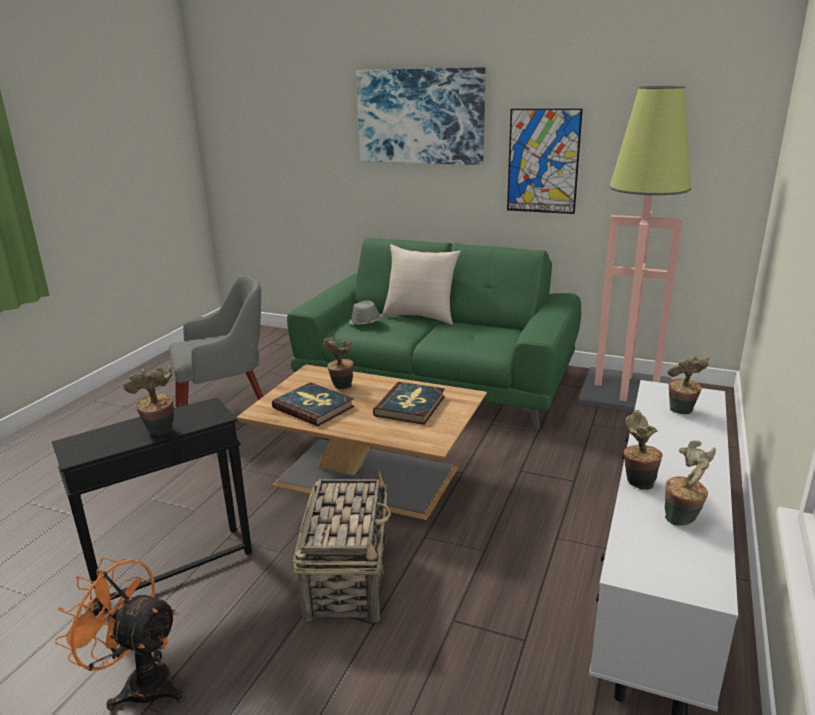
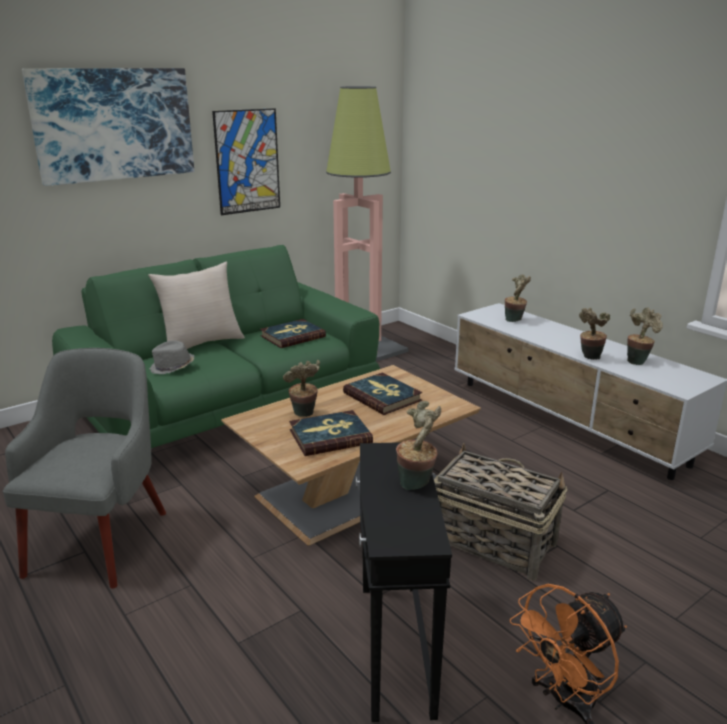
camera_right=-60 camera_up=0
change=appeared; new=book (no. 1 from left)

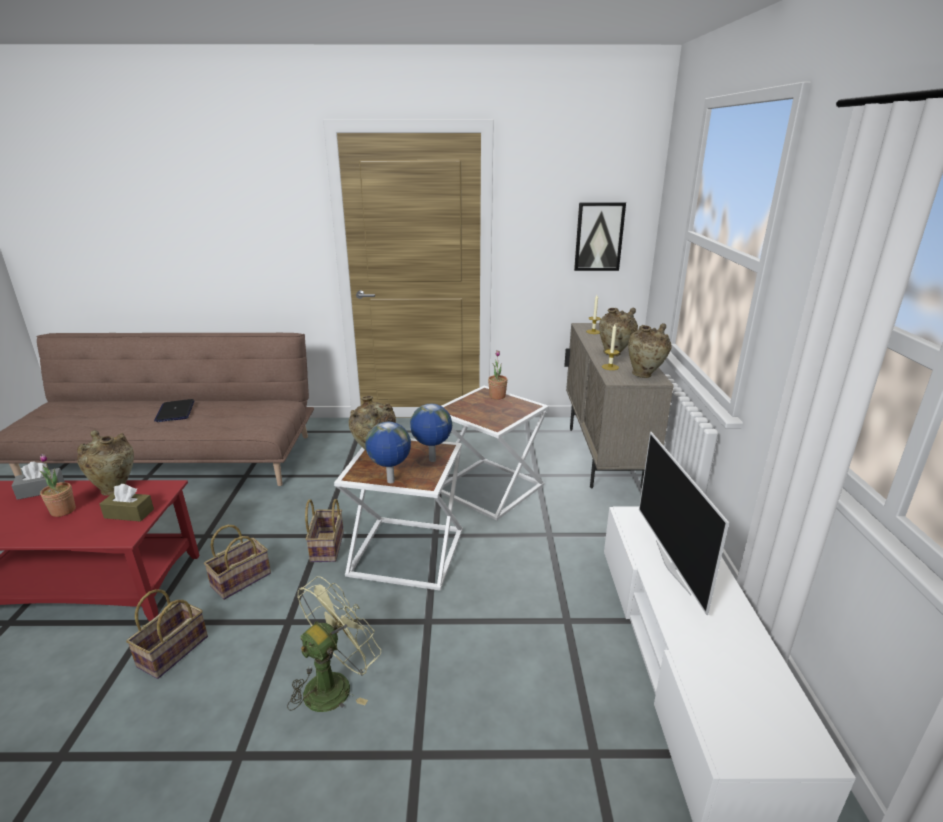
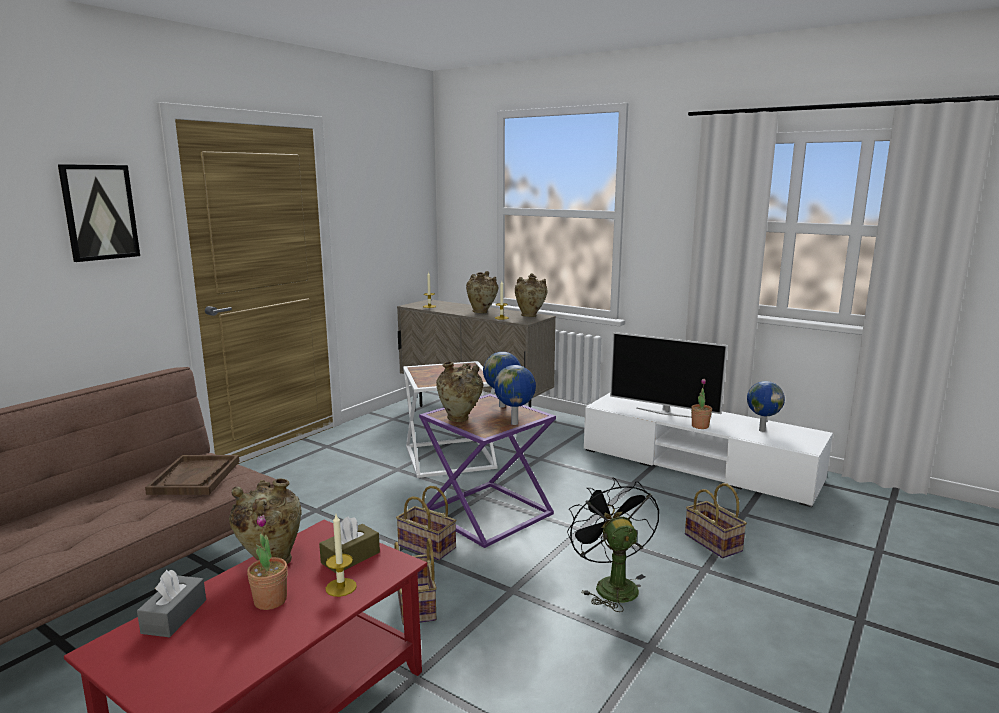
camera_right=-55 camera_up=-10
change=relocated; old=picture
change=appeared; new=brown tray
change=appeared; new=candle (no. 1 from left)
change=colour; old=white side table (no. 1 from left); new=purple side table
change=colour; old=green fan; new=black fan
change=relocated; old=basket (no. 1 from left in the first image); new=basket (no. 3 from left)
change=relocated; old=potted plant (no. 2 from left)
change=appeared; new=globe (no. 3 from left)
change=missing; old=laptop

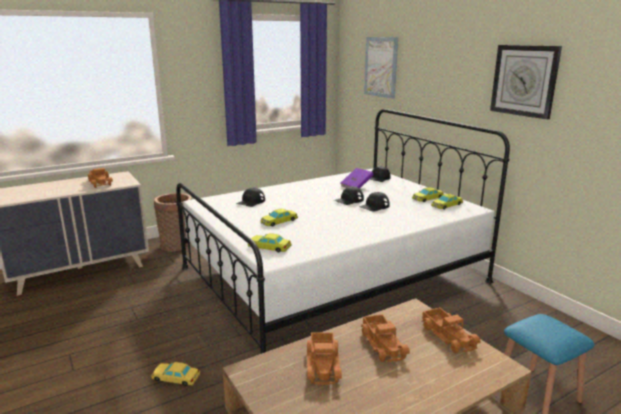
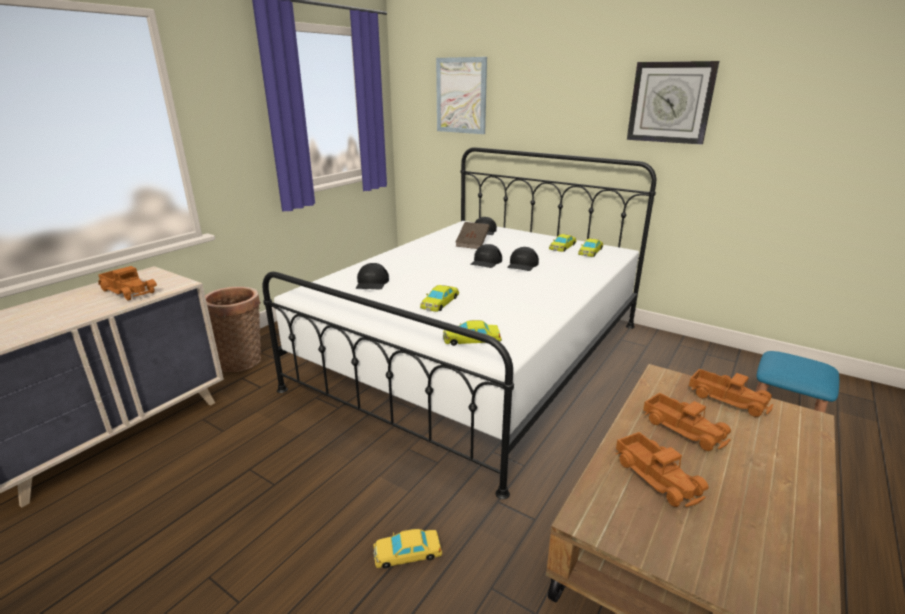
camera_right=-25 camera_up=5
change=colour; old=purple book; new=brown book

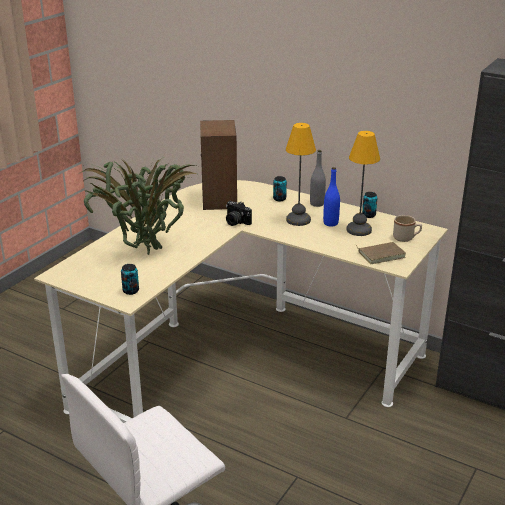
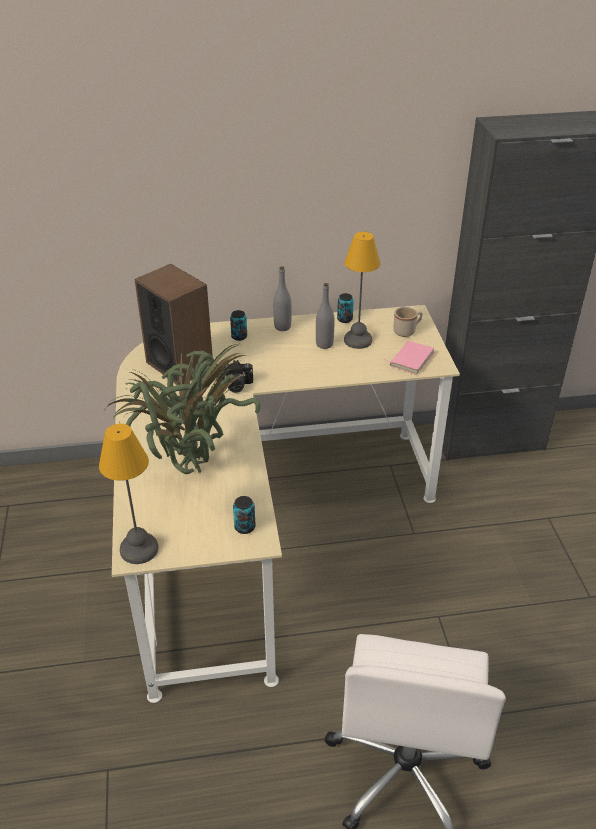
camera_right=-40 camera_up=10
change=relocated; old=table lamp (no. 1 from left)
change=colour; old=blue bottle; new=grey bottle (no. 2 from left)
change=colour; old=brown book; new=pink book

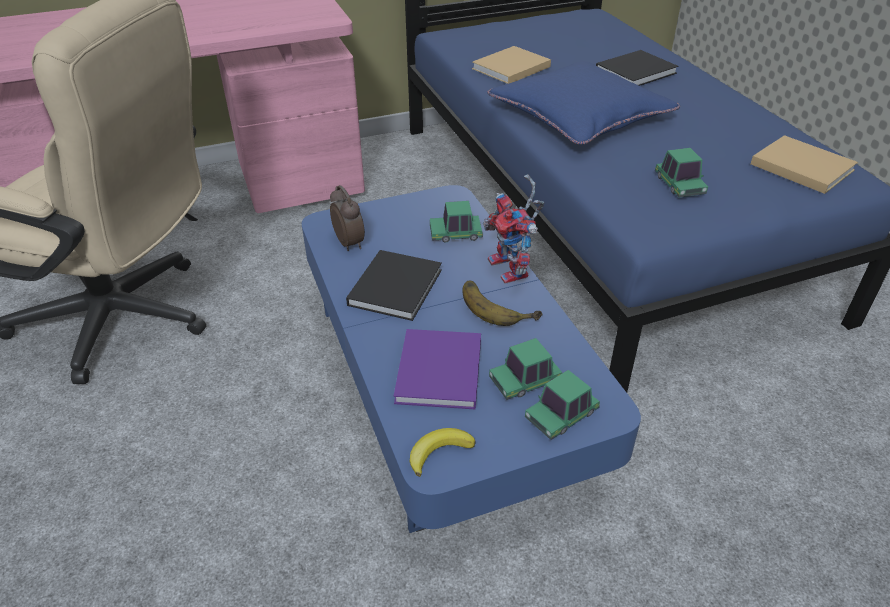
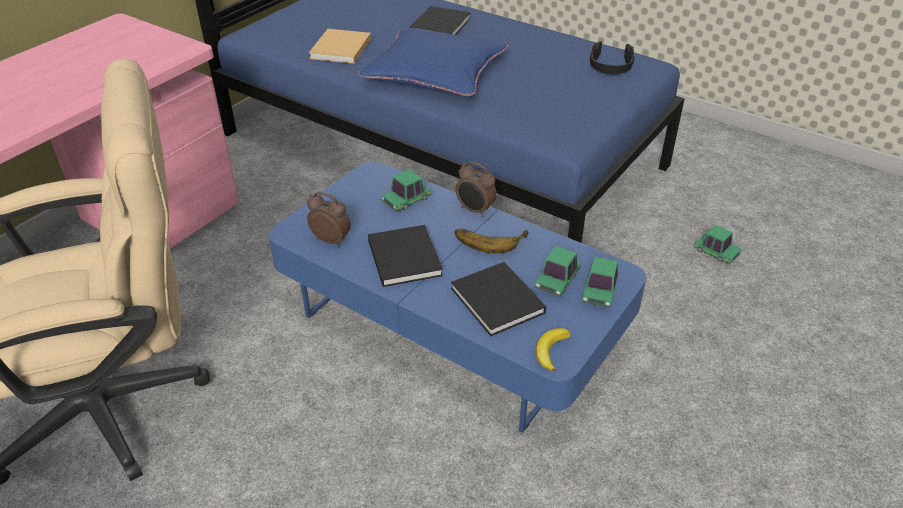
camera_right=-35 camera_up=0
change=colour; old=purple book; new=black book (no. 3 from left)
change=exchanged; old=toy robot; new=alarm clock (no. 2 from left)
change=exchanged; old=beige book (no. 2 from left); new=black headphones
change=relocated; old=toy car (no. 4 from left)

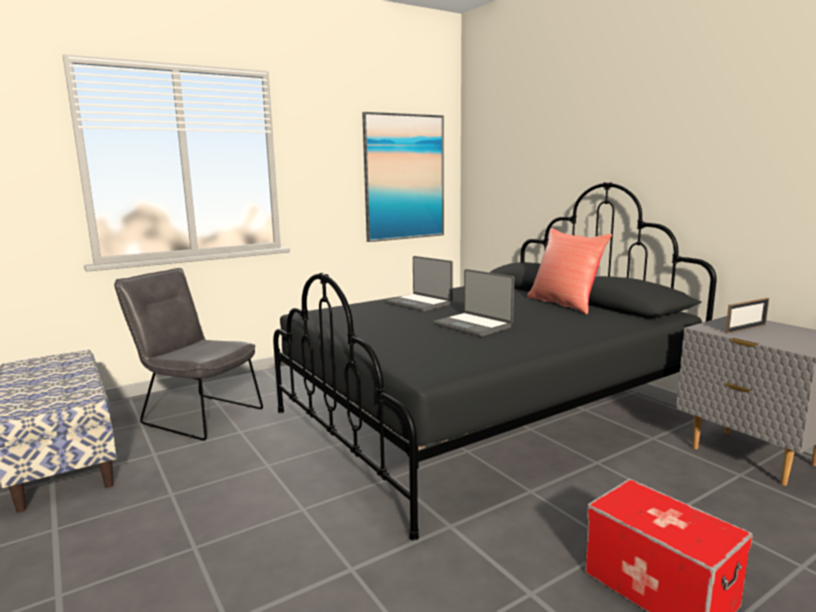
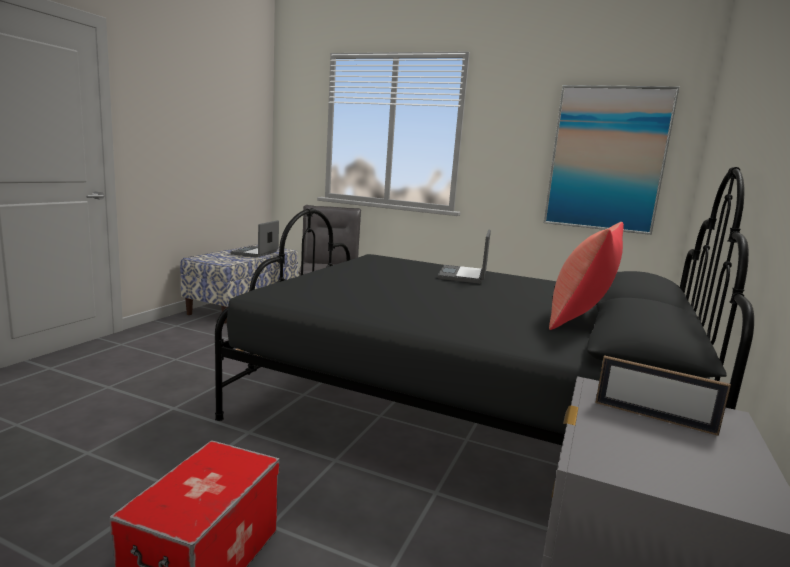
camera_right=55 camera_up=0
change=relocated; old=laptop (no. 2 from left in the first image); new=laptop (no. 1 from left)

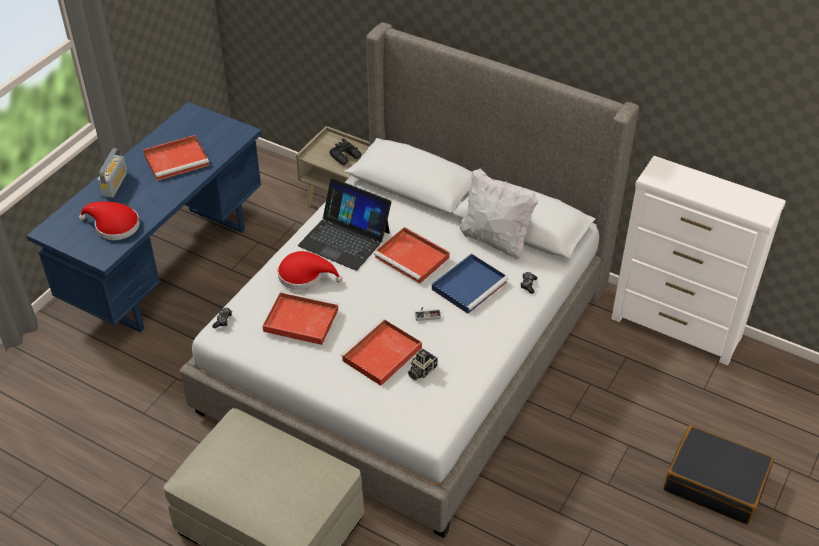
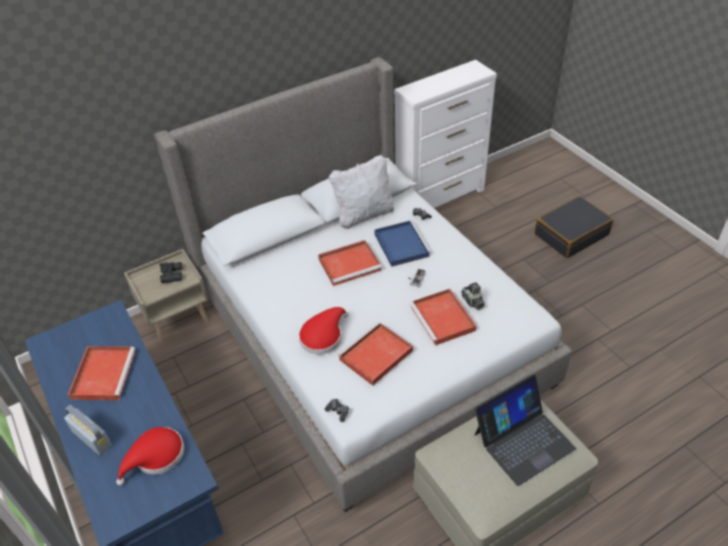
camera_right=-60 camera_up=0
change=relocated; old=laptop

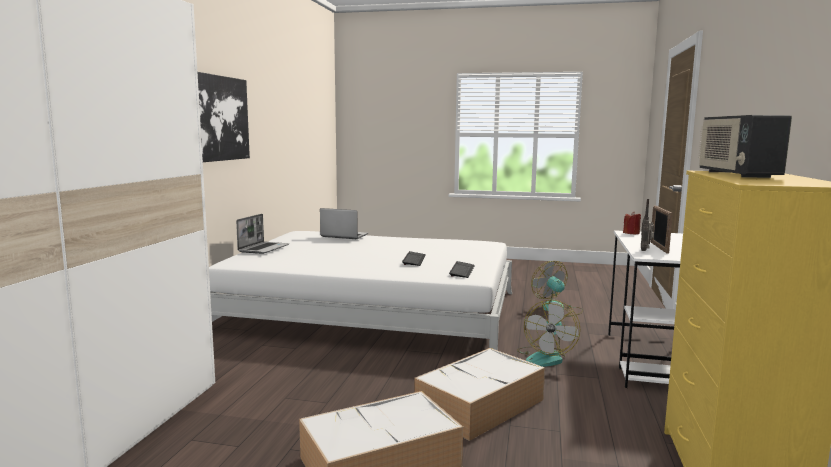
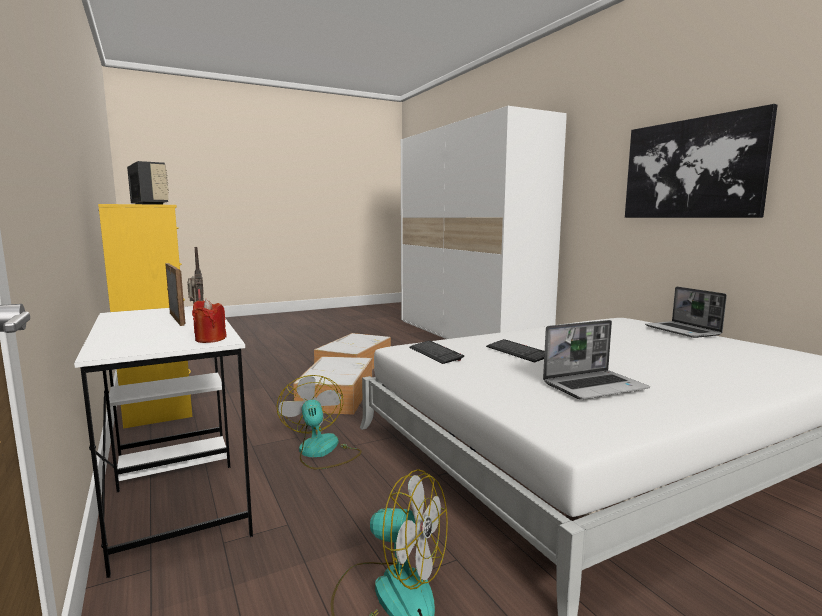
camera_right=140 camera_up=0
change=relocated; old=laptop (no. 2 from left in the first image); new=laptop (no. 1 from left)

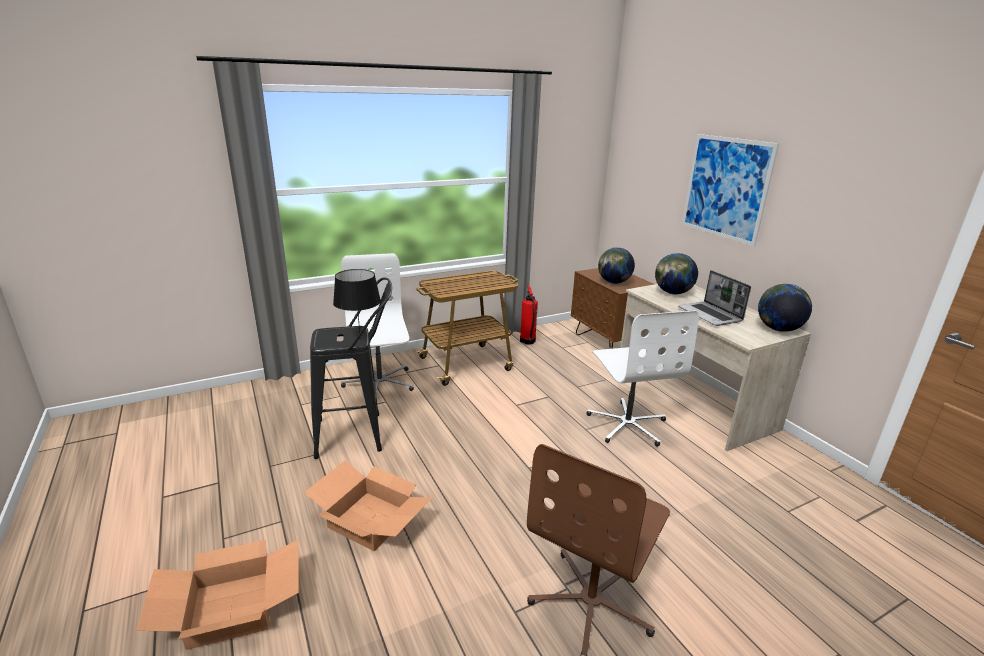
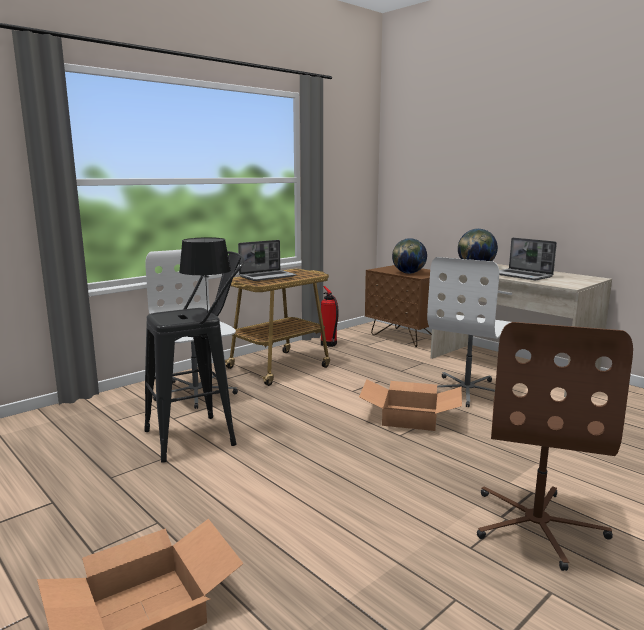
camera_right=-15 camera_up=-10
change=appeared; new=laptop (no. 1 from left)
change=relocated; old=cardboard box (no. 2 from left)
change=spun; old=white office chair (no. 2 from left); degrees=60
change=missing; old=picture
change=missing; old=globe (no. 3 from left)

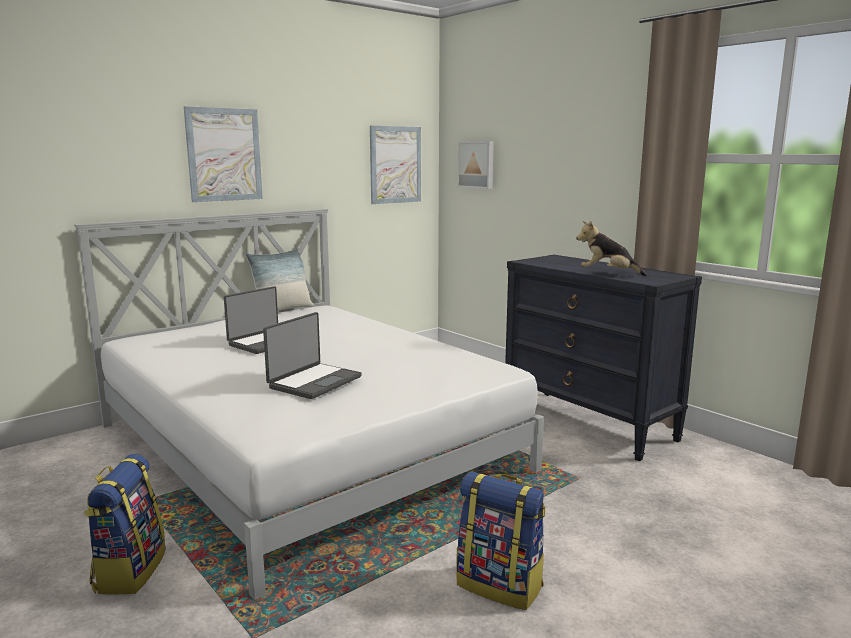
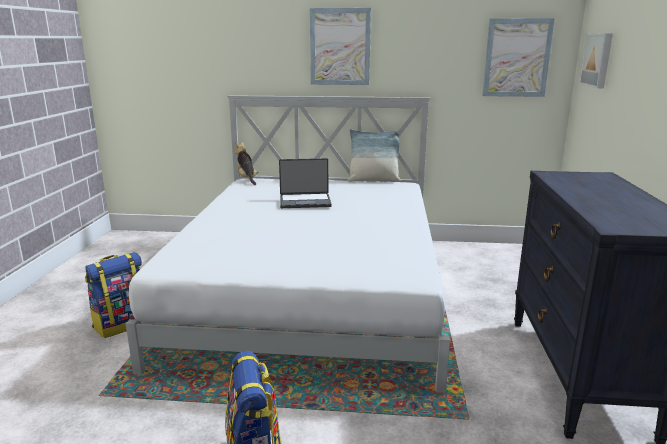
camera_right=45 camera_up=5
change=relocated; old=plush toy
change=missing; old=laptop (no. 2 from left)

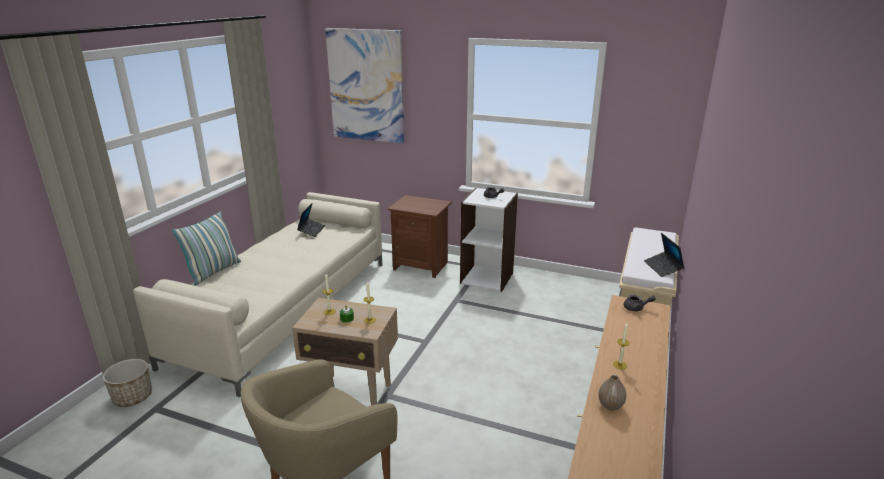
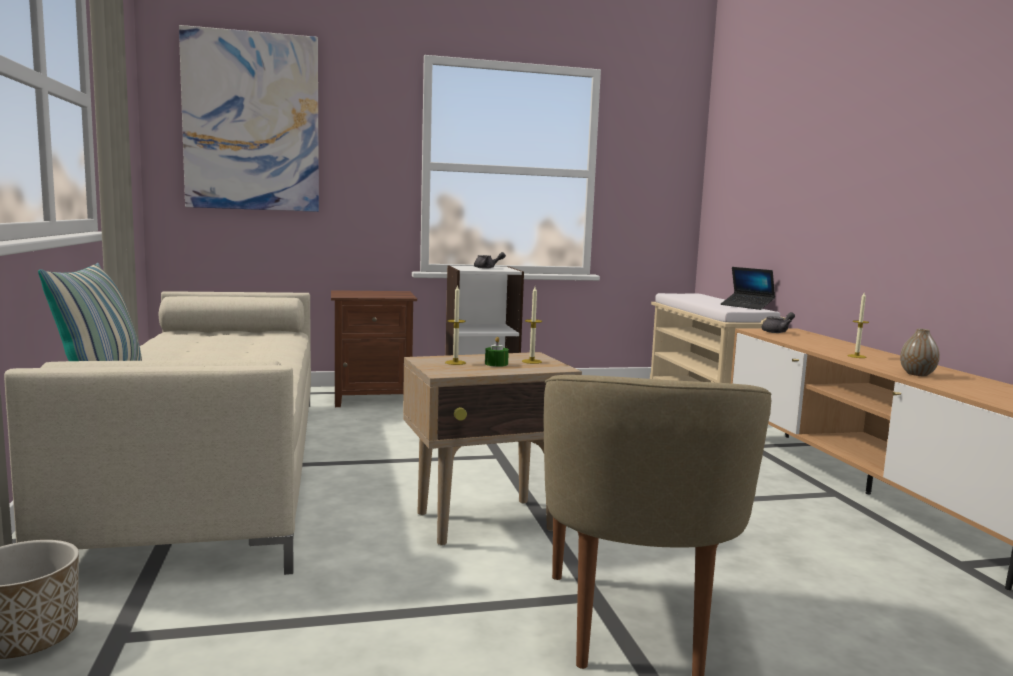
camera_right=-35 camera_up=-15
change=missing; old=laptop (no. 1 from left)

